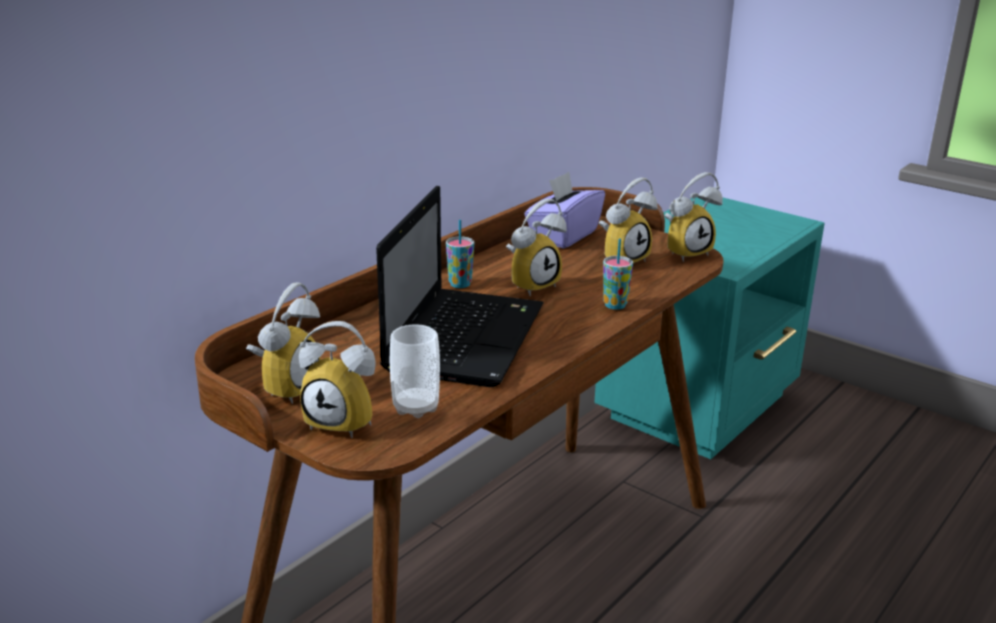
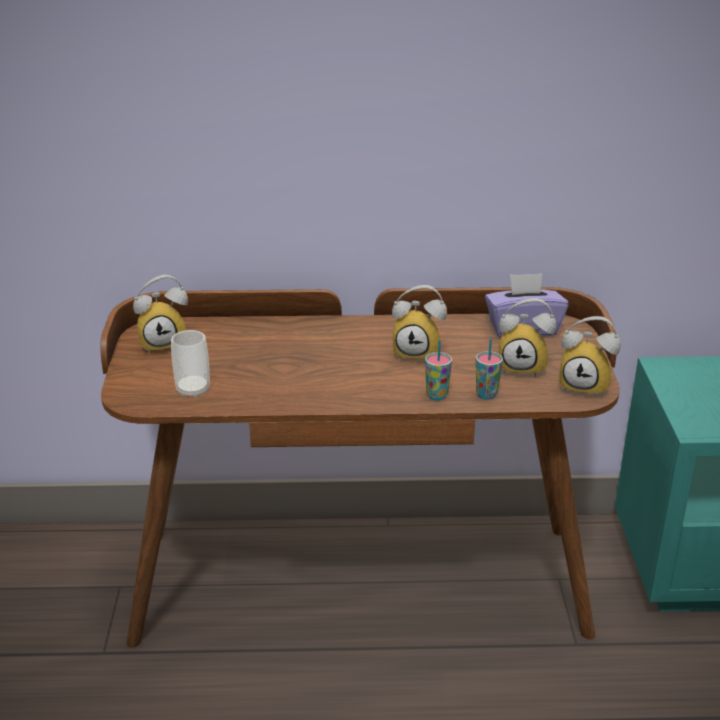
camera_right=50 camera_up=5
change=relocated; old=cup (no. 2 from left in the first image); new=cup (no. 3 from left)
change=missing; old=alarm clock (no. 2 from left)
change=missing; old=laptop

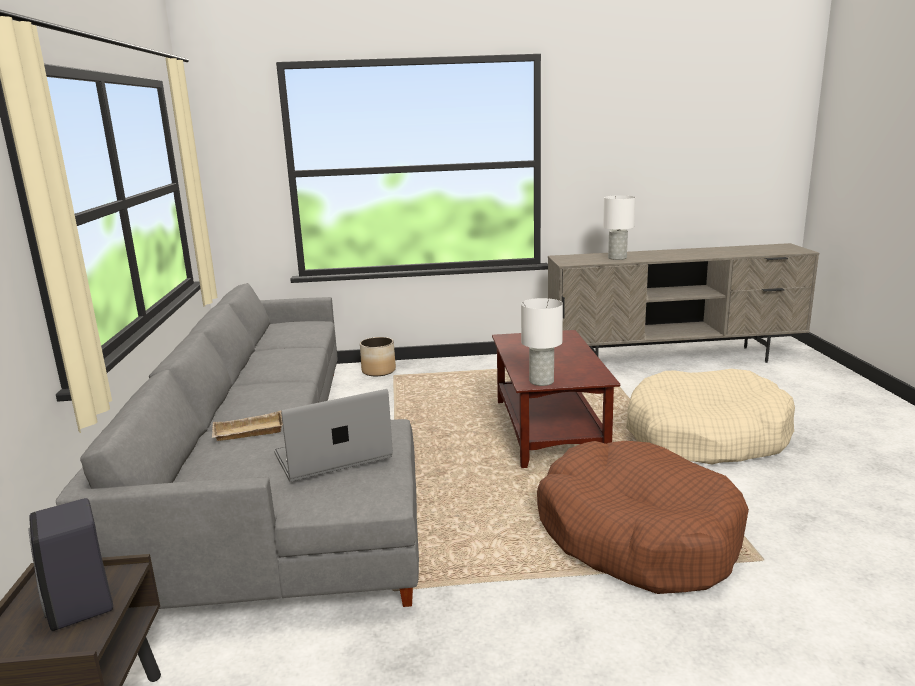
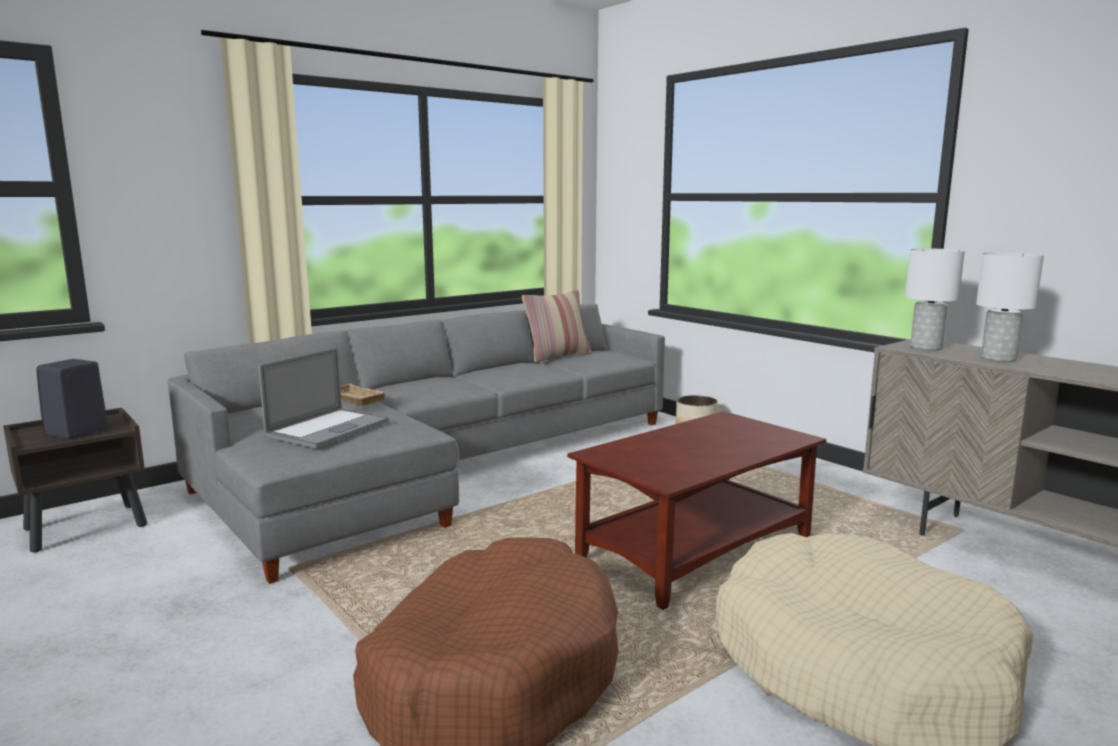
camera_right=55 camera_up=-5
change=spun; old=laptop; degrees=90
change=appeared; new=pillow
change=relocated; old=white table lamp (no. 1 from left)

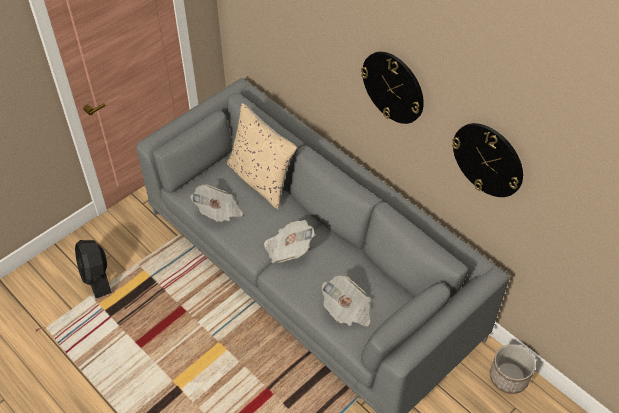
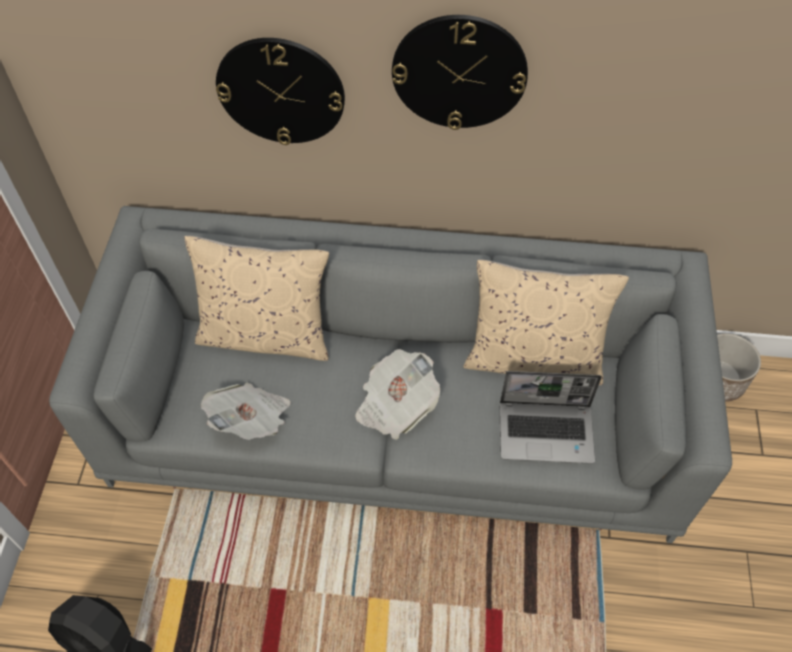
camera_right=-40 camera_up=5
change=relocated; old=wall clock (no. 2 from left in the first image); new=wall clock (no. 1 from left)
change=appeared; new=beige pillow (no. 2 from left)
change=exchanged; old=newspaper (no. 3 from left); new=laptop

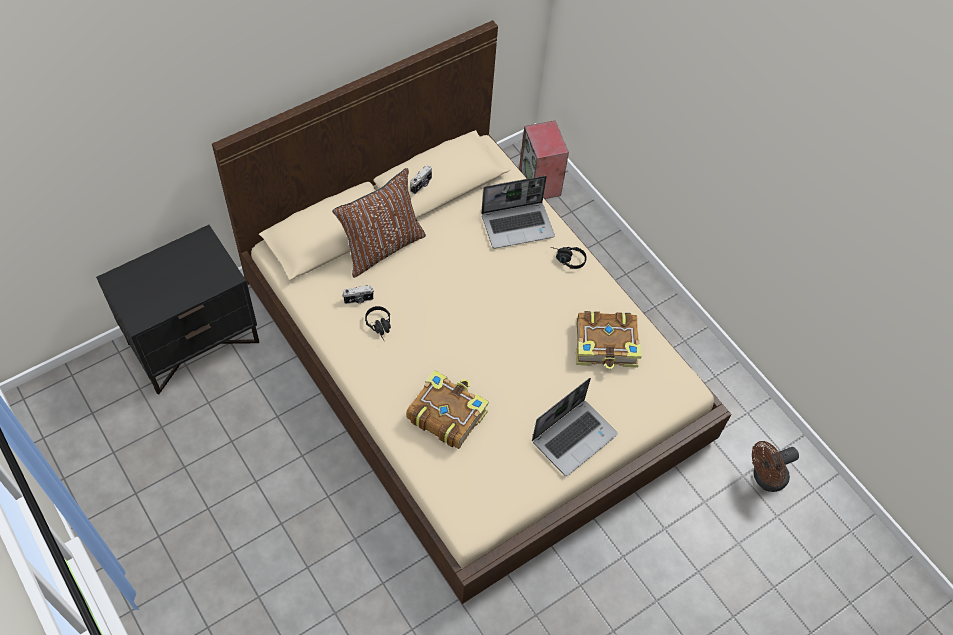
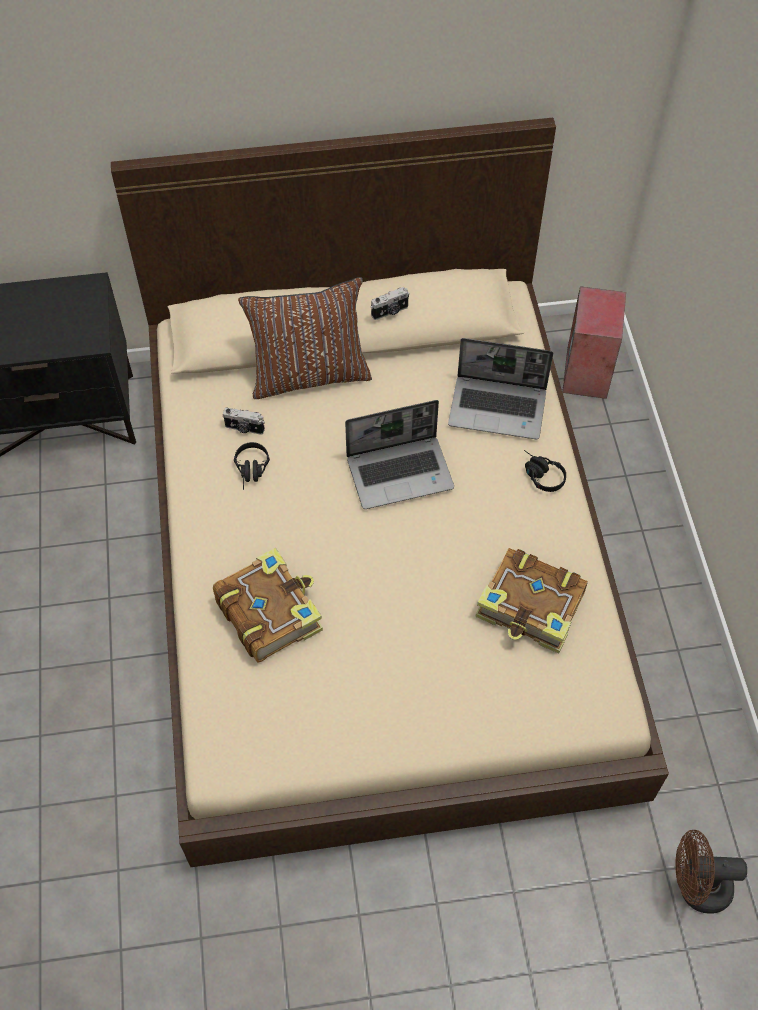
camera_right=30 camera_up=0
change=relocated; old=laptop (no. 2 from left in the first image); new=laptop (no. 1 from left)

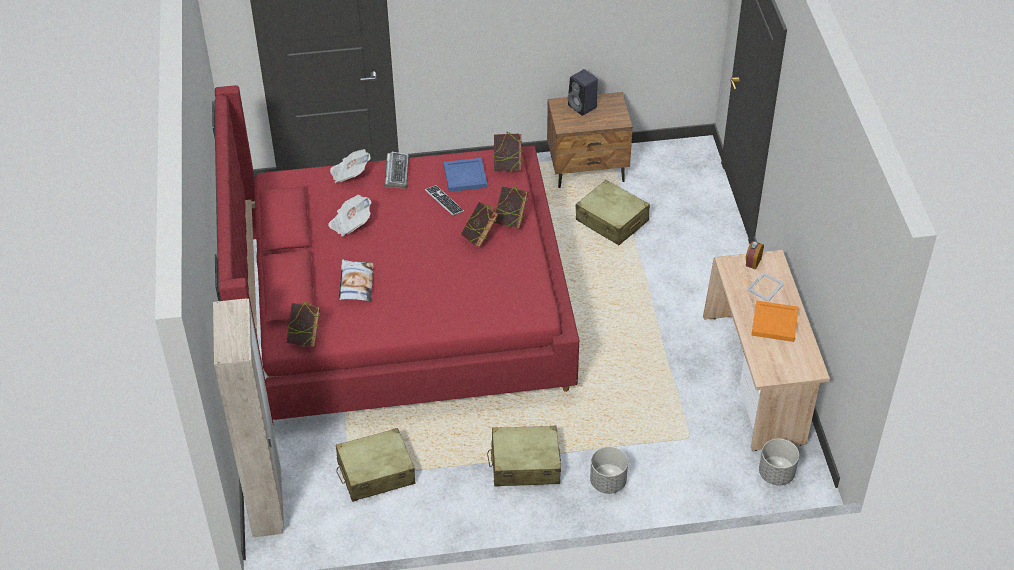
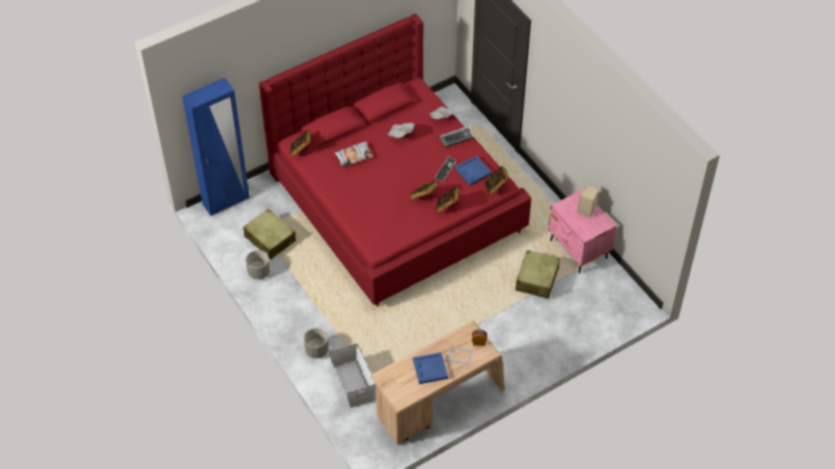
camera_right=65 camera_up=5
change=colour; old=beige wardrobe; new=blue wardrobe
change=relocated; old=grey planter (no. 2 from left in the first image); new=grey planter (no. 1 from left)
change=appeared; new=white storage box
change=colour; old=orange tray; new=blue tray (no. 1 from left)
change=colour; old=brown nightstand; new=pink nightstand
change=colour; old=black speaker; new=beige speaker
change=missing; old=beige suitcase (no. 2 from left)

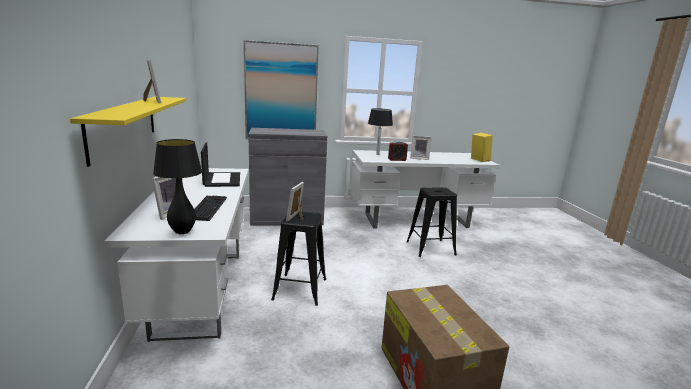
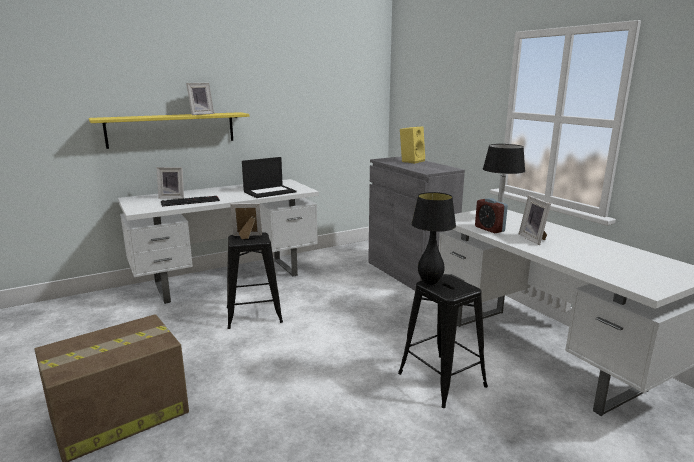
camera_right=70 camera_up=0
change=relocated; old=yellow speaker
change=relocated; old=black table lamp (no. 1 from left)
change=missing; old=picture

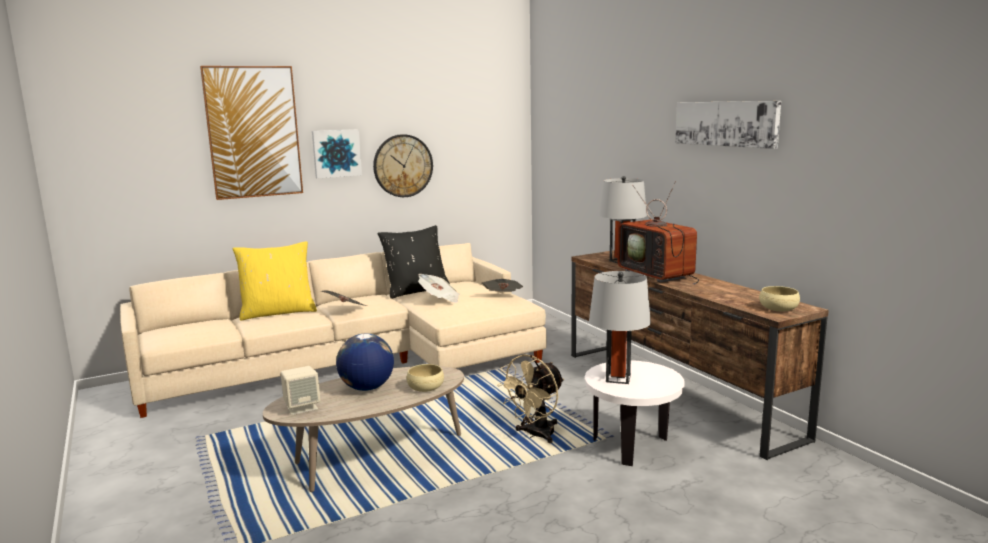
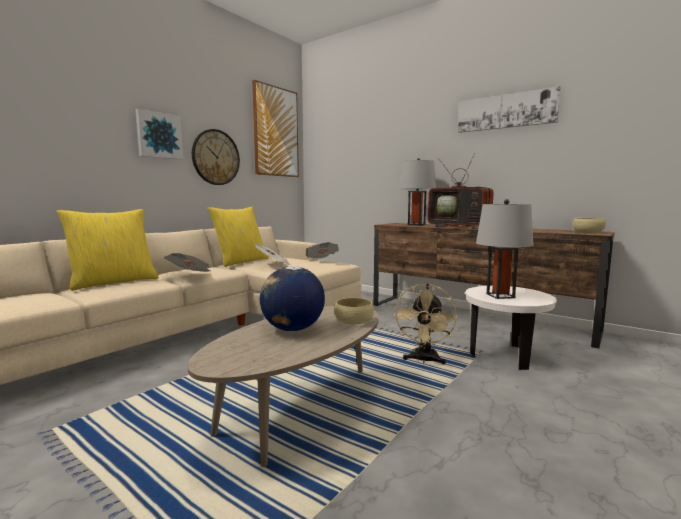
camera_right=-25 camera_up=-5
change=colour; old=black pillow; new=yellow pillow (no. 2 from left)
change=relocated; old=picture (no. 1 from left in the first image); new=picture (no. 2 from left)
change=missing; old=beige speaker

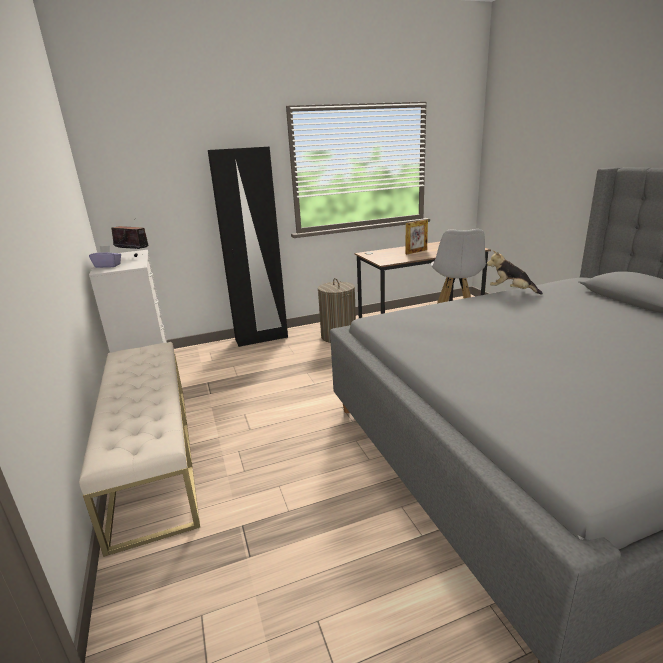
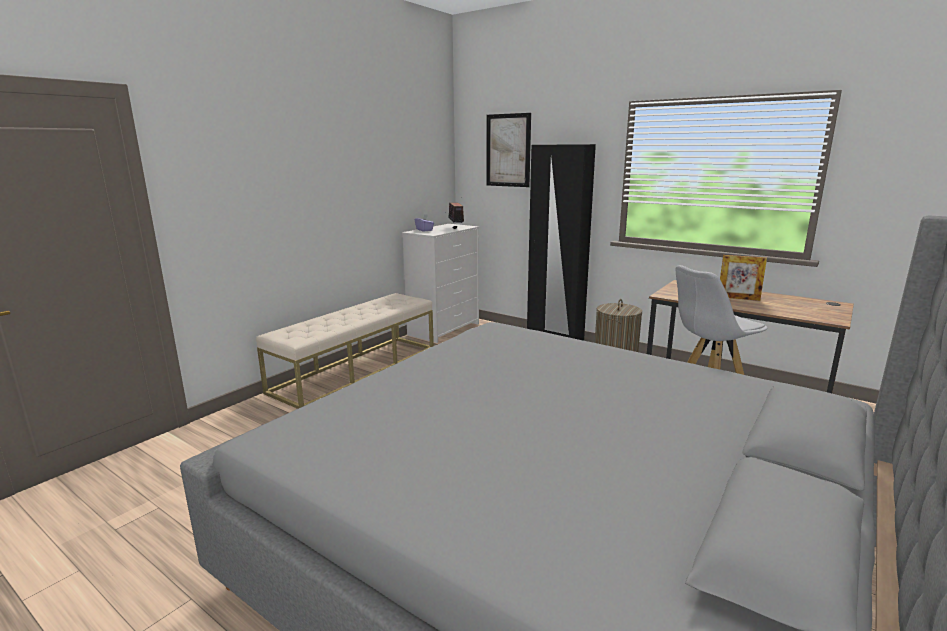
camera_right=55 camera_up=-5
change=appeared; new=picture
change=missing; old=plush toy

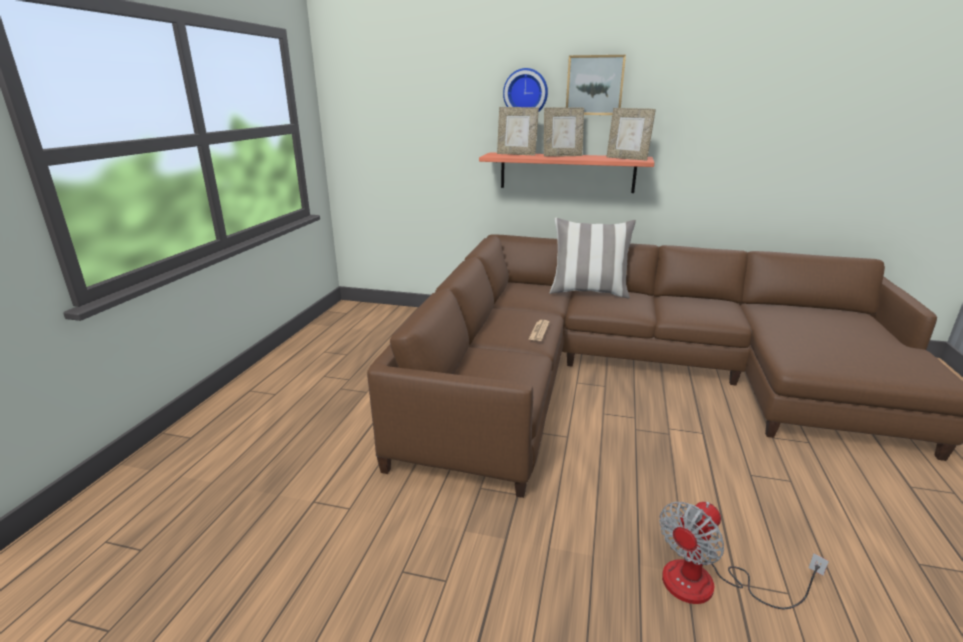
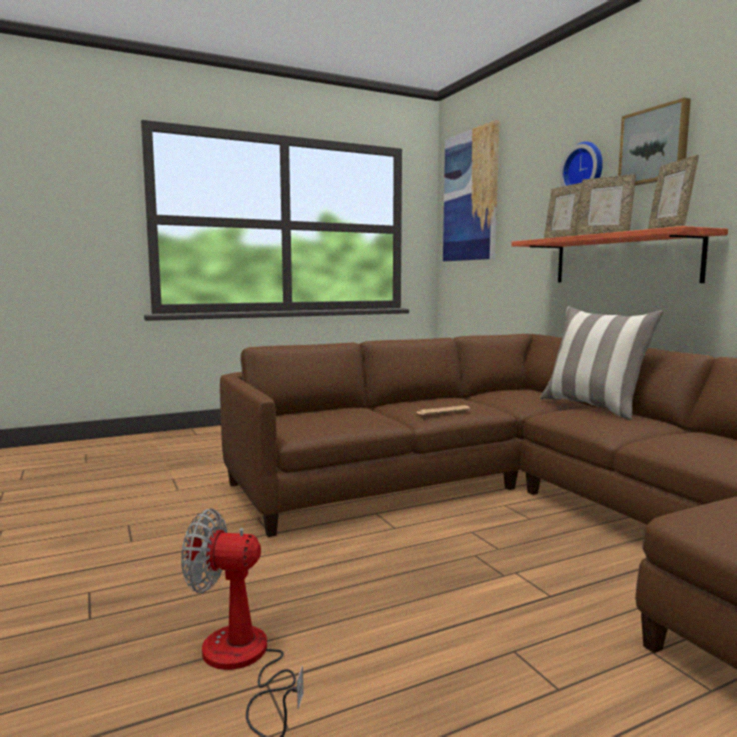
camera_right=50 camera_up=-15
change=appeared; new=picture (no. 1 from left)

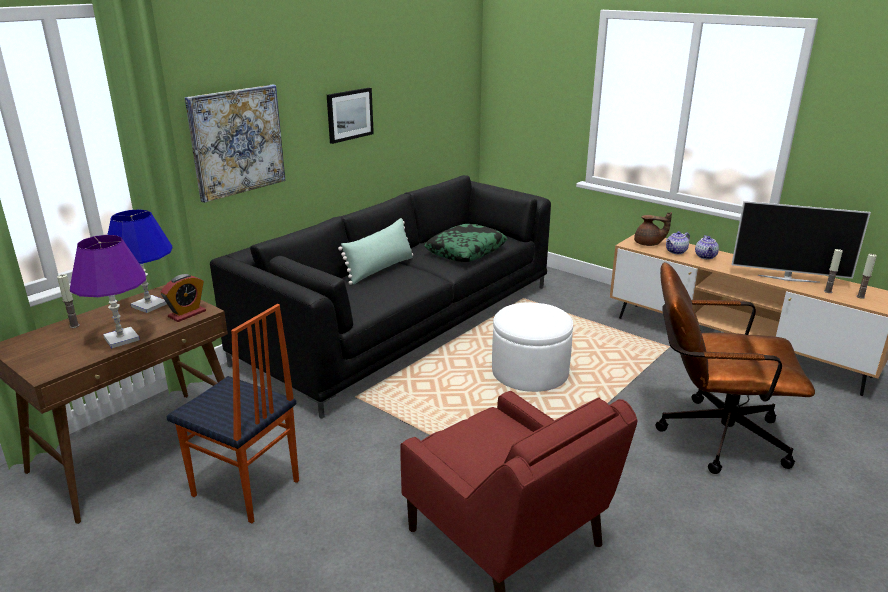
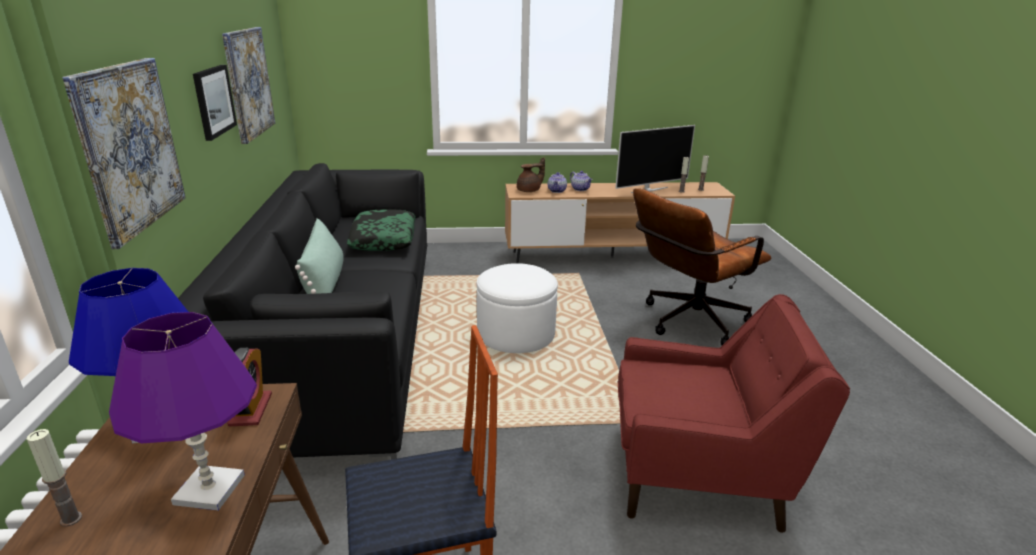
camera_right=-45 camera_up=0
change=appeared; new=picture (no. 3 from left)

